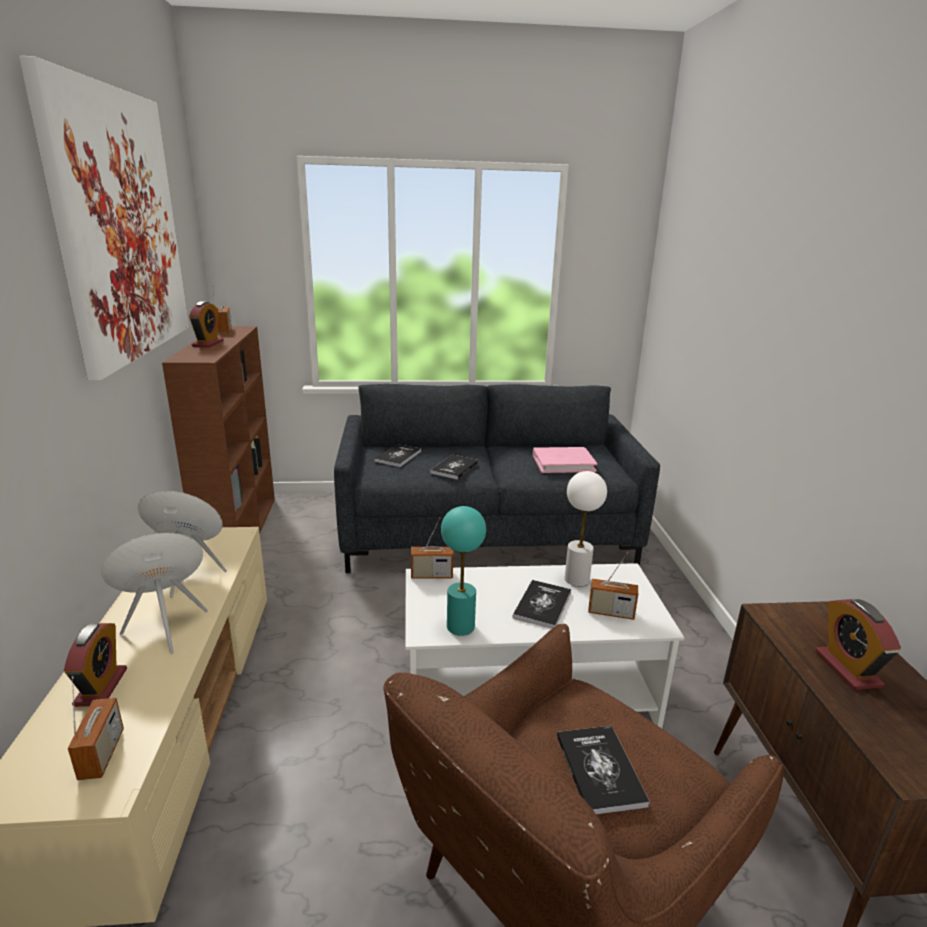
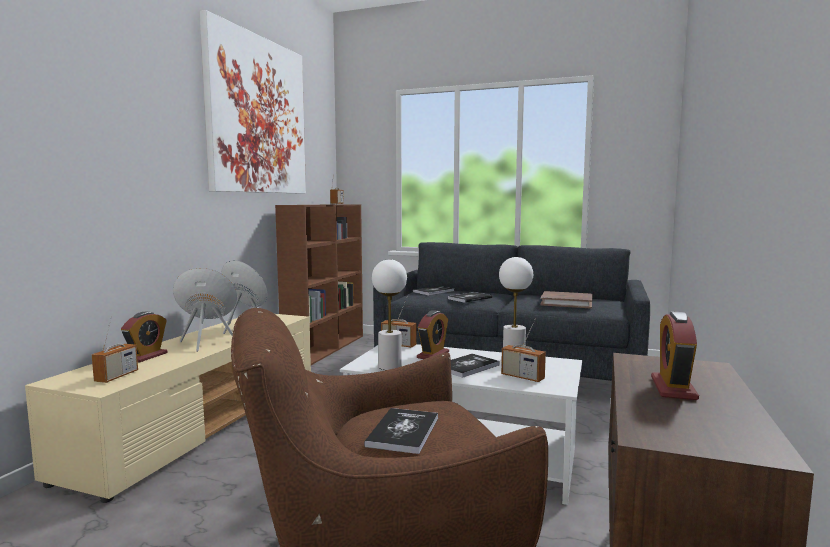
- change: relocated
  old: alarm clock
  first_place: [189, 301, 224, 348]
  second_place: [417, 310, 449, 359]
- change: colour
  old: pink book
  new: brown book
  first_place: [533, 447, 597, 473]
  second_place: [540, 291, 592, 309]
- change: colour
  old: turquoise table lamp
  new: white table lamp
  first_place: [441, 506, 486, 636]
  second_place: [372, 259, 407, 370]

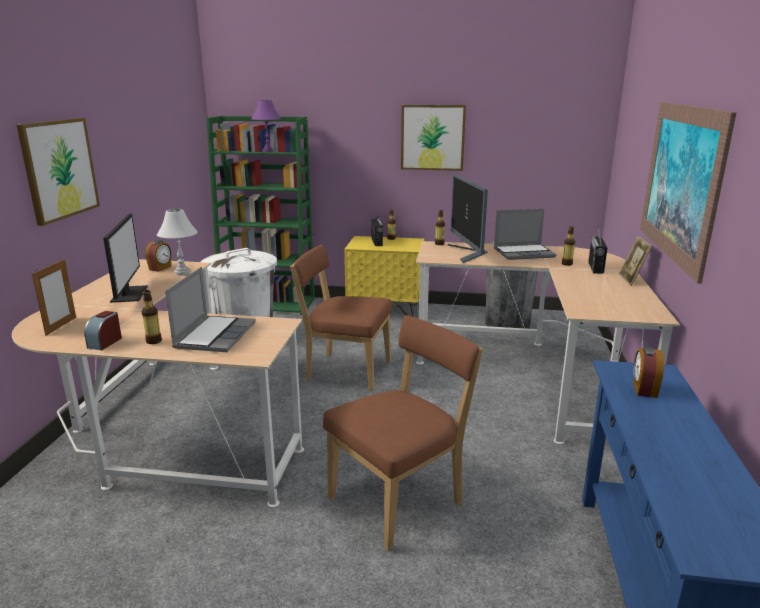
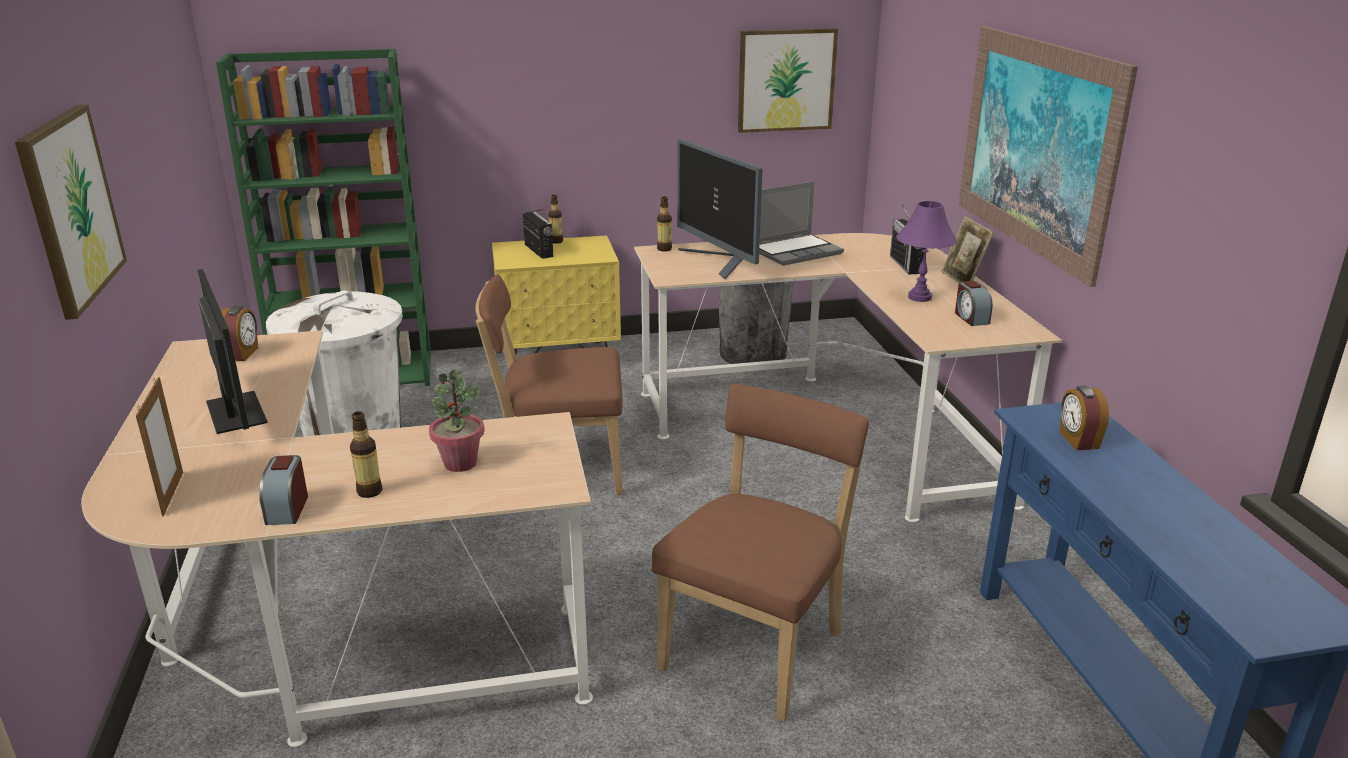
- change: relocated
  old: purple table lamp
  first_place: [251, 100, 281, 152]
  second_place: [896, 201, 957, 302]
- change: relocated
  old: picture
  first_place: [401, 105, 466, 171]
  second_place: [738, 28, 838, 133]
- change: missing
  old: white table lamp
  first_place: [157, 209, 198, 276]
- change: missing
  old: bottle
  first_place: [562, 226, 575, 266]
- change: exchanged
  old: laptop
  new: potted plant
  first_place: [165, 267, 256, 352]
  second_place: [429, 369, 485, 472]
- change: appeared
  new: alarm clock
  second_place: [955, 281, 993, 326]

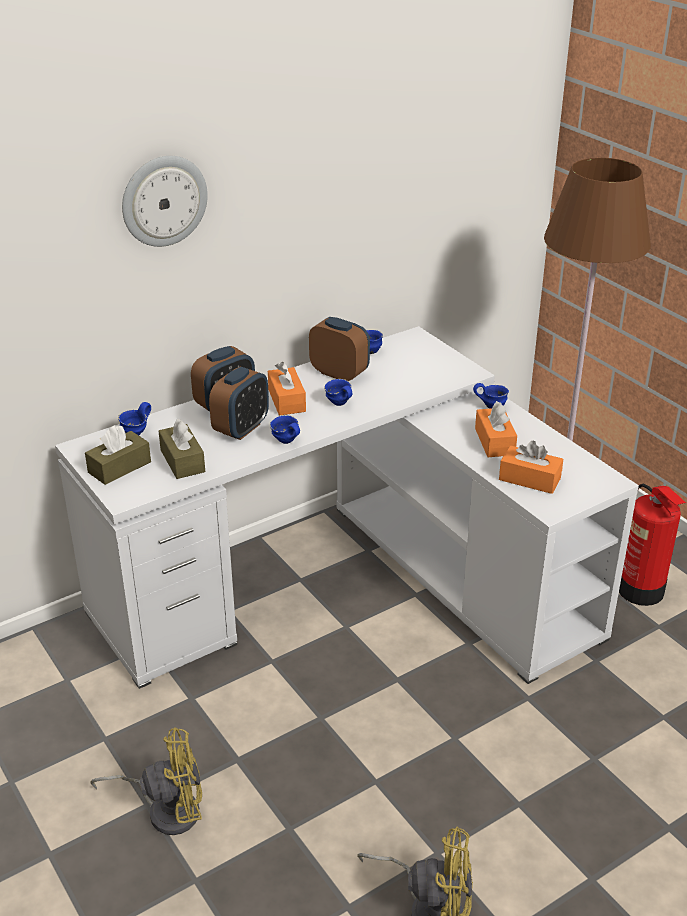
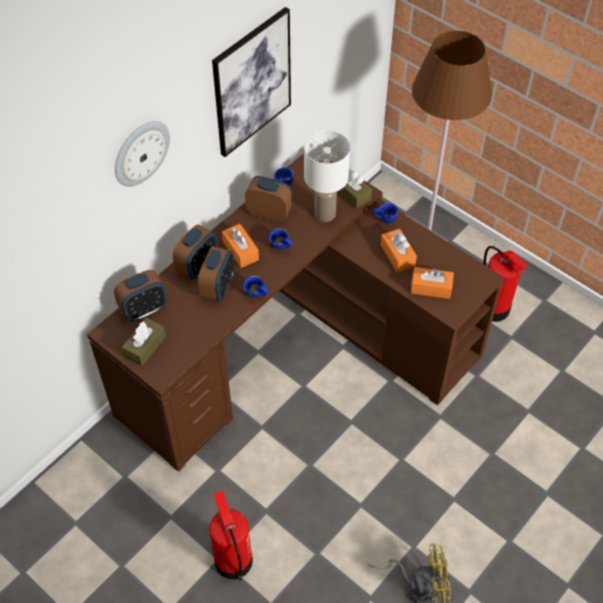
- change: colour
  old: white desk
  new: brown desk
  first_place: [55, 326, 639, 689]
  second_place: [87, 153, 504, 472]
- change: exchanged
  old: blue mug
  new: alarm clock
  first_place: [118, 402, 151, 435]
  second_place: [114, 270, 167, 321]
- change: relocated
  old: brown tissue box
  first_place: [159, 419, 205, 479]
  second_place: [337, 169, 372, 209]
- change: exchanged
  old: yellow fan
  new: fire extinguisher
  first_place: [90, 727, 202, 835]
  second_place: [209, 490, 253, 581]
- change: appeared
  new: picture
  second_place: [212, 7, 291, 157]
- change: appeared
  new: white table lamp
  second_place: [304, 130, 350, 222]

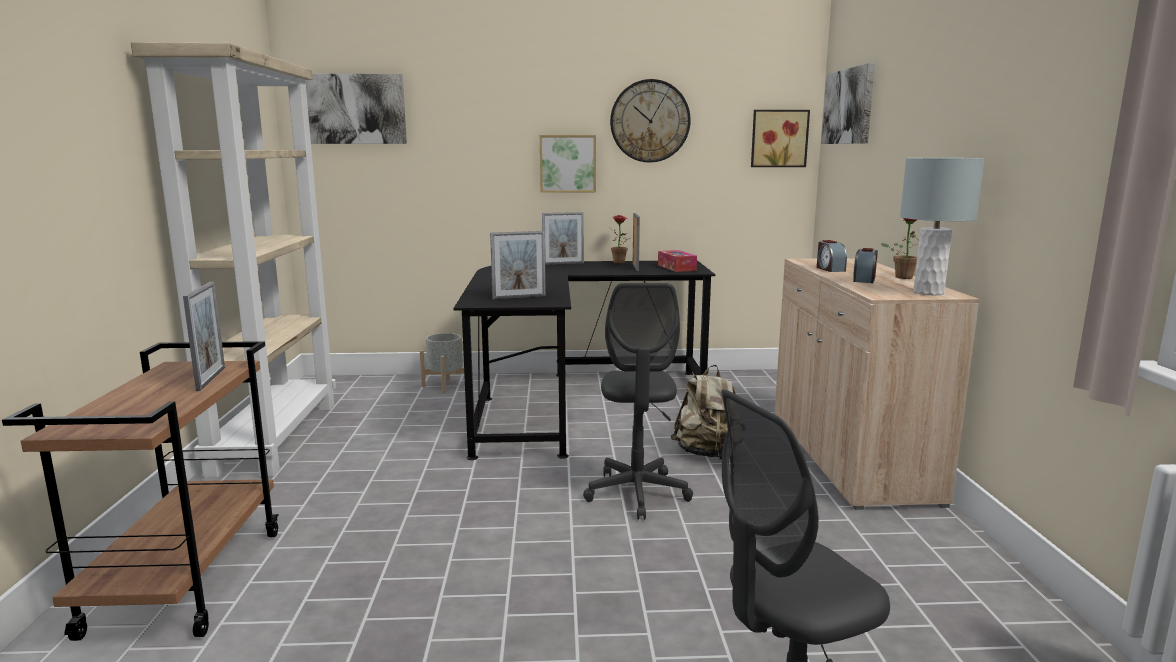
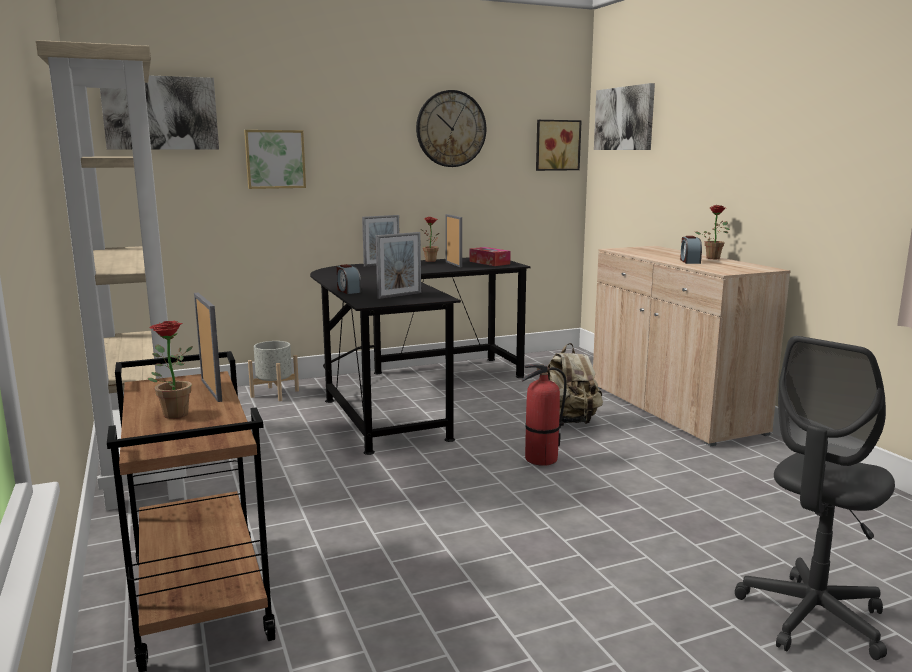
- change: relocated
  old: picture
  first_place: [540, 135, 596, 193]
  second_place: [244, 130, 306, 189]
- change: missing
  old: grey table lamp
  first_place: [900, 158, 985, 295]
- change: relocated
  old: alarm clock
  first_place: [817, 240, 847, 272]
  second_place: [337, 264, 361, 294]
- change: exchanged
  old: grey office chair
  new: fire extinguisher
  first_place: [583, 283, 693, 520]
  second_place: [522, 364, 567, 466]
- change: appeared
  new: potted plant
  second_place: [148, 321, 193, 419]

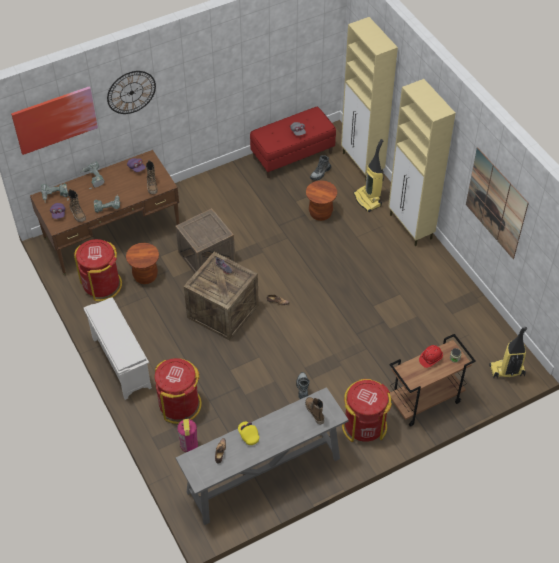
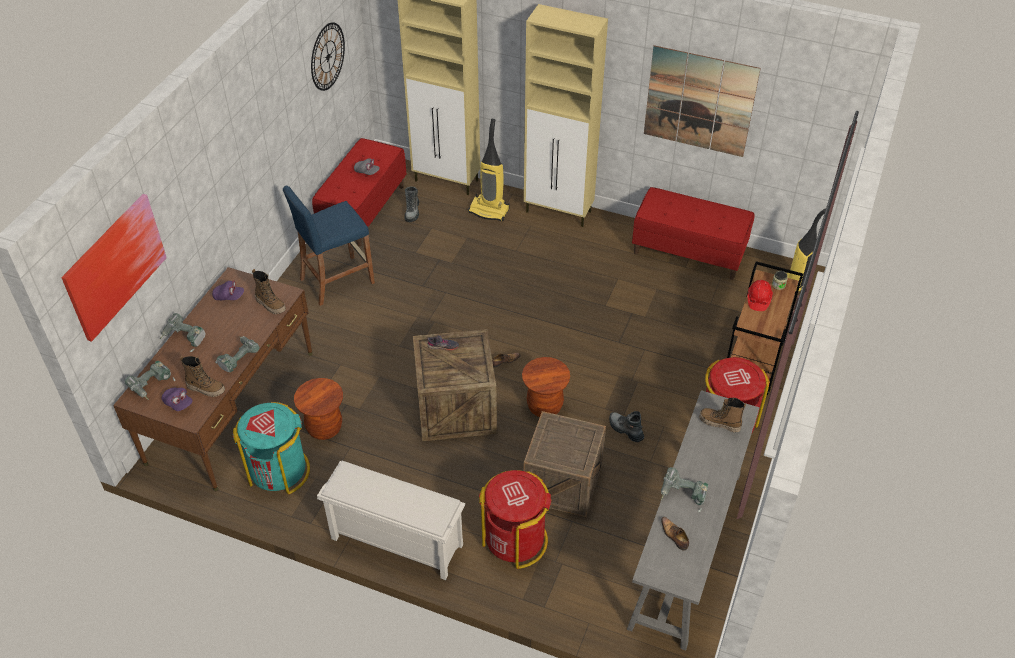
- change: relocated
  old: wall clock
  first_place: [107, 71, 156, 114]
  second_place: [311, 22, 345, 91]
- change: relocated
  old: brown stool
  first_place: [306, 180, 337, 221]
  second_place: [522, 357, 570, 417]
- change: relocated
  old: crate
  first_place: [175, 208, 235, 273]
  second_place: [523, 411, 606, 517]
- change: colour
  old: red trash can
  new: turquoise trash can
  first_place: [74, 239, 122, 301]
  second_place: [233, 402, 310, 494]
- change: missing
  old: fire extinguisher
  first_place: [177, 417, 198, 452]
- change: exchanged
  old: yellow cap
  new: power drill
  first_place: [238, 422, 259, 445]
  second_place: [661, 467, 708, 512]
- change: appeared
  new: blue stool
  second_place: [283, 186, 375, 306]
- change: appeared
  new: red bench
  second_place: [632, 187, 754, 280]

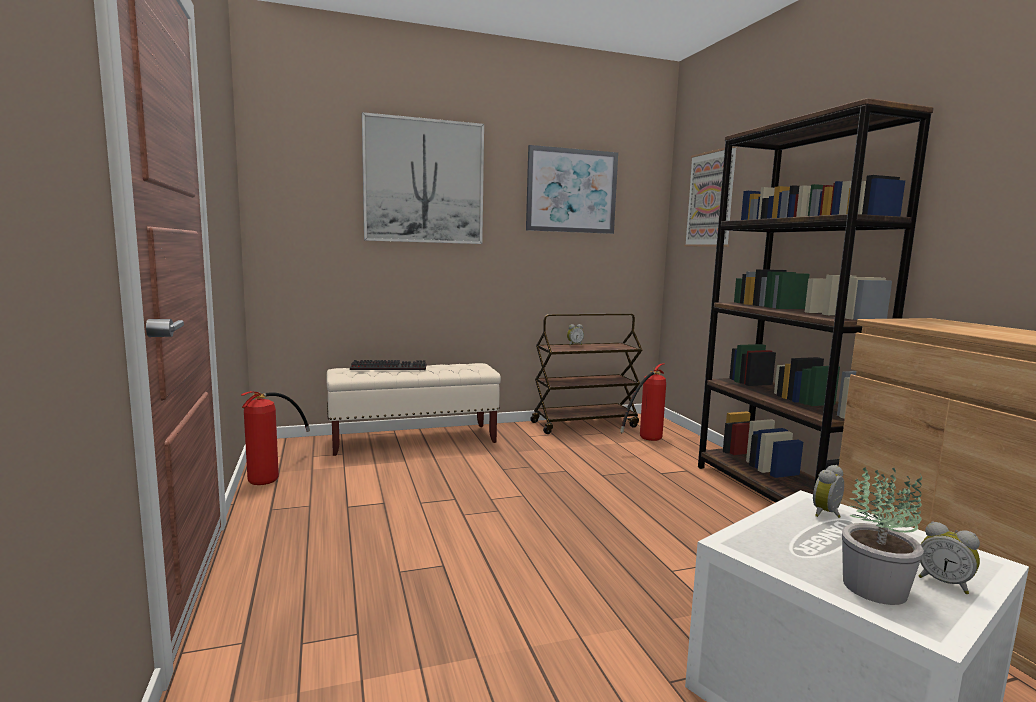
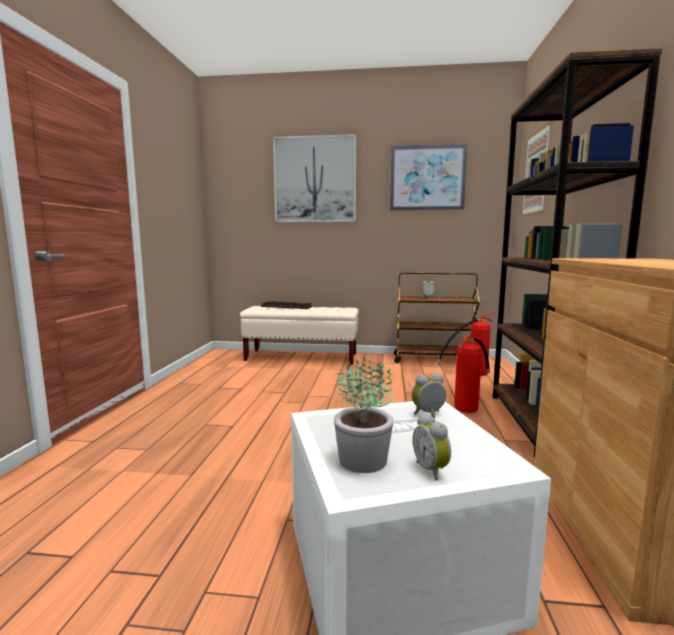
- change: relocated
  old: fire extinguisher
  first_place: [241, 391, 310, 485]
  second_place: [454, 336, 490, 413]

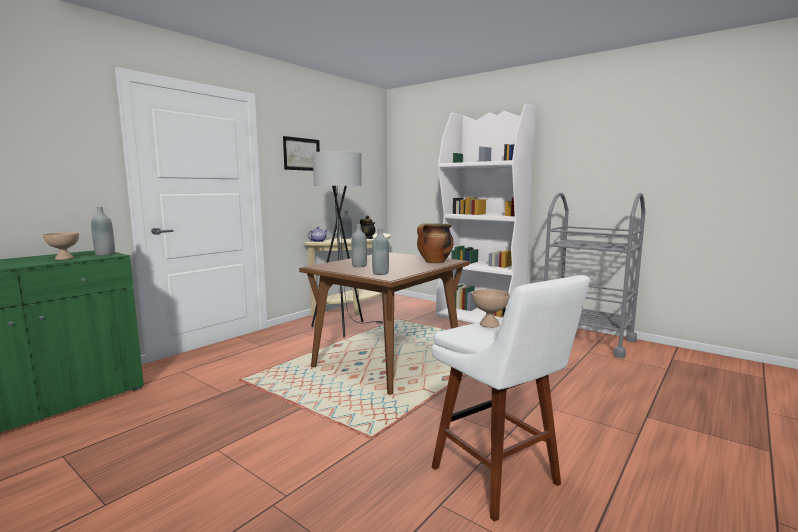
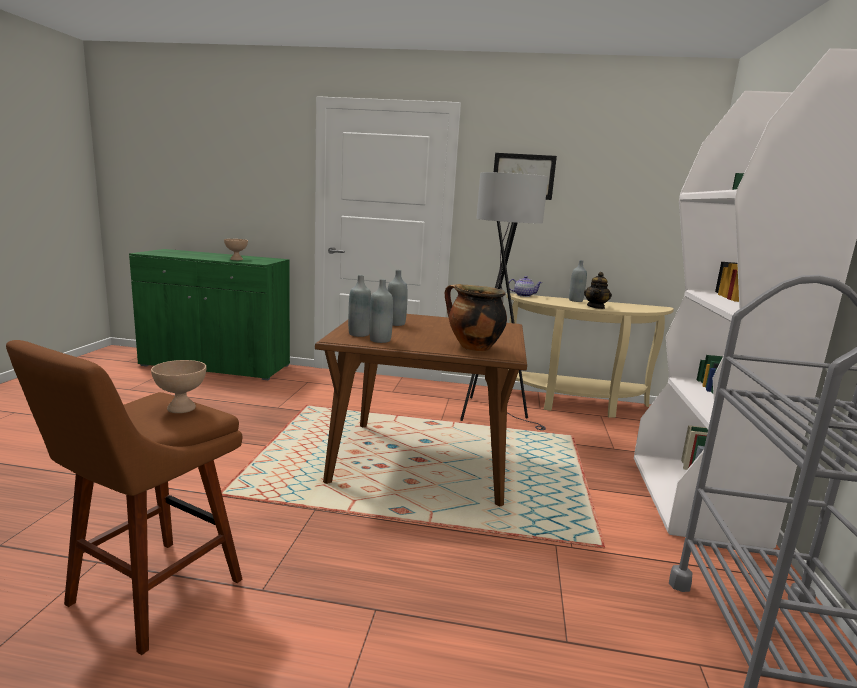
- change: relocated
  old: grey bottle
  first_place: [91, 207, 115, 256]
  second_place: [369, 279, 393, 343]
- change: colour
  old: white stool
  new: brown stool
  first_place: [431, 275, 590, 522]
  second_place: [6, 340, 242, 655]

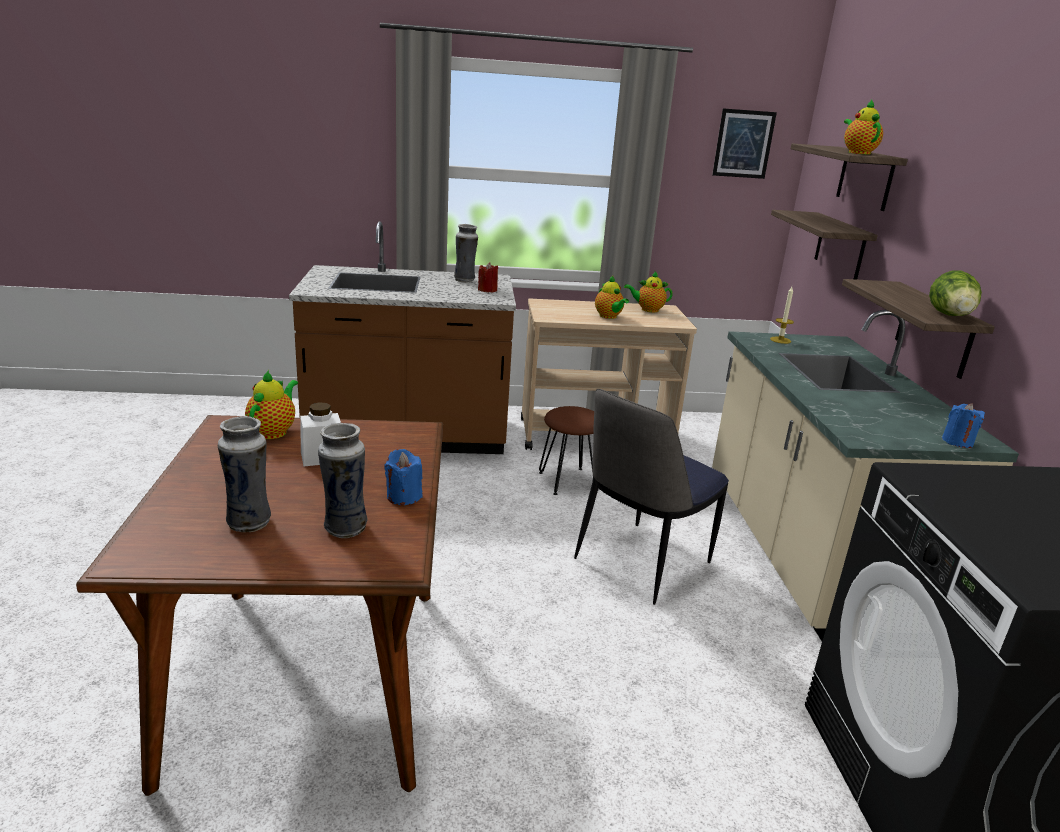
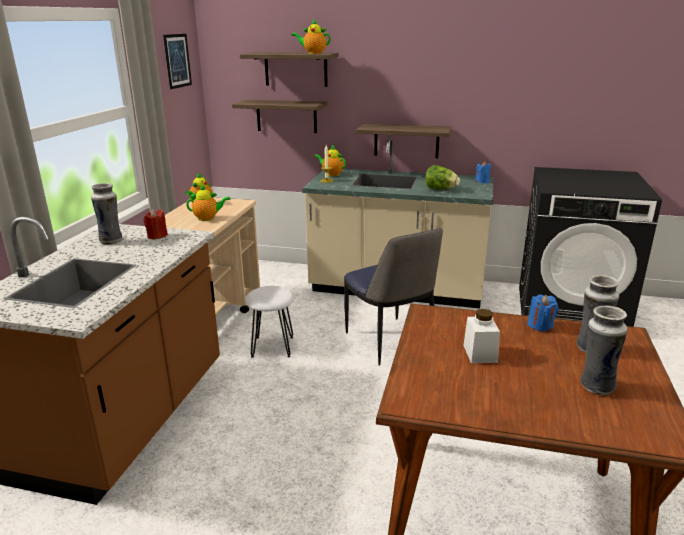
- change: relocated
  old: lettuce
  first_place: [929, 271, 982, 316]
  second_place: [425, 165, 460, 190]
- change: relocated
  old: teapot
  first_place: [245, 370, 298, 439]
  second_place: [314, 145, 346, 176]
- change: colour
  old: brown stool
  new: white stool
  first_place: [539, 406, 599, 495]
  second_place: [245, 286, 294, 358]

